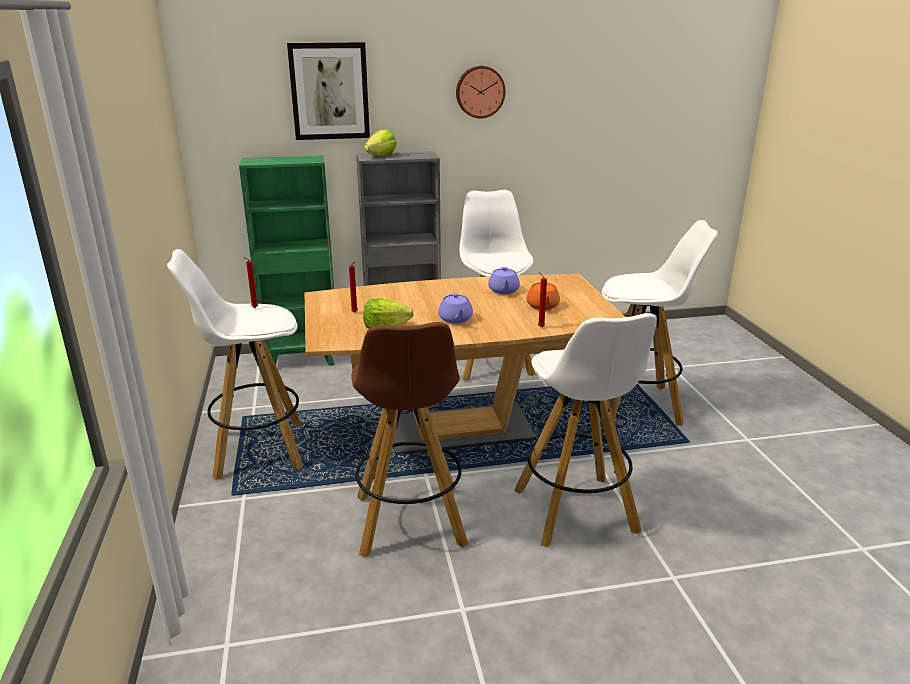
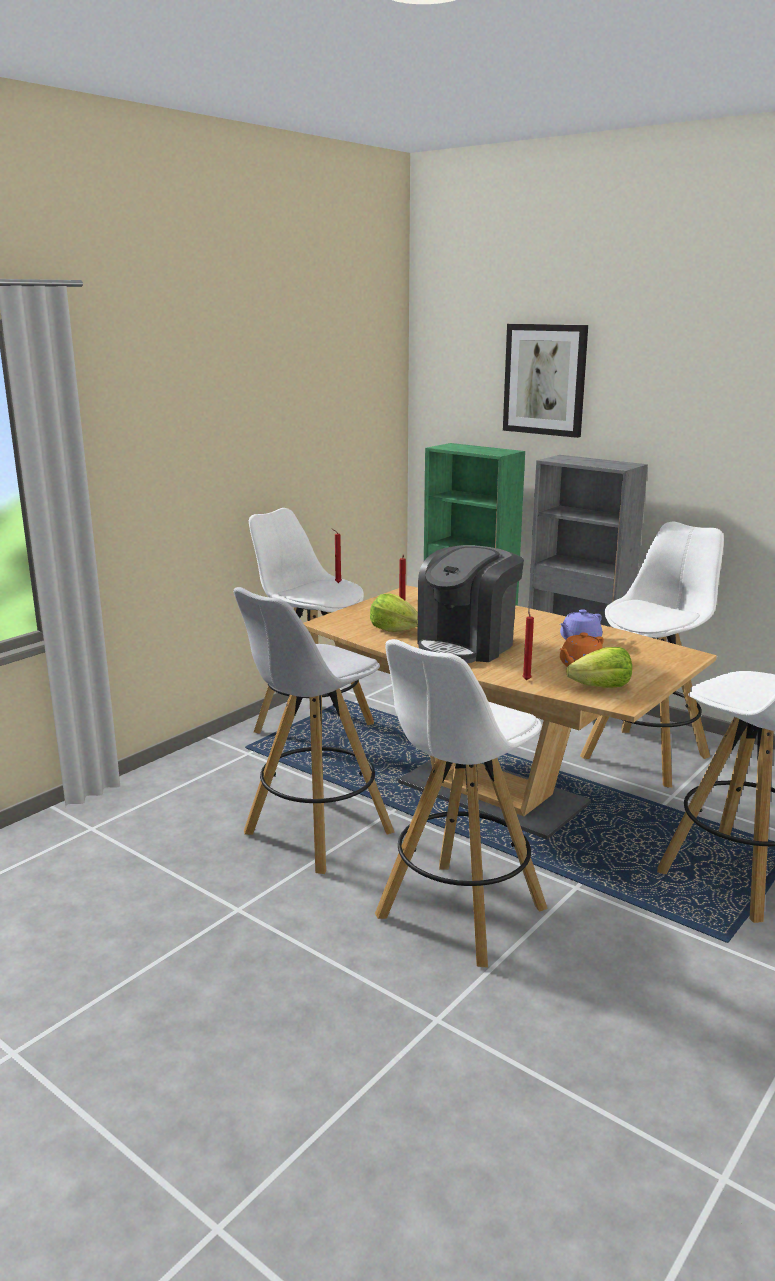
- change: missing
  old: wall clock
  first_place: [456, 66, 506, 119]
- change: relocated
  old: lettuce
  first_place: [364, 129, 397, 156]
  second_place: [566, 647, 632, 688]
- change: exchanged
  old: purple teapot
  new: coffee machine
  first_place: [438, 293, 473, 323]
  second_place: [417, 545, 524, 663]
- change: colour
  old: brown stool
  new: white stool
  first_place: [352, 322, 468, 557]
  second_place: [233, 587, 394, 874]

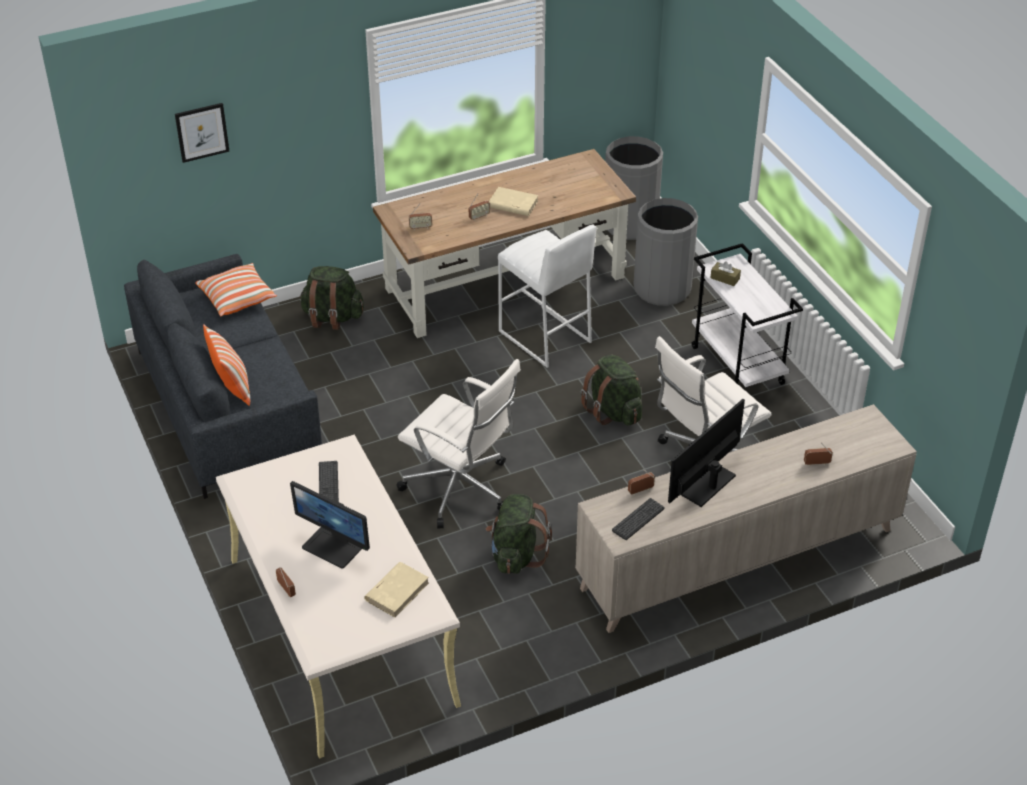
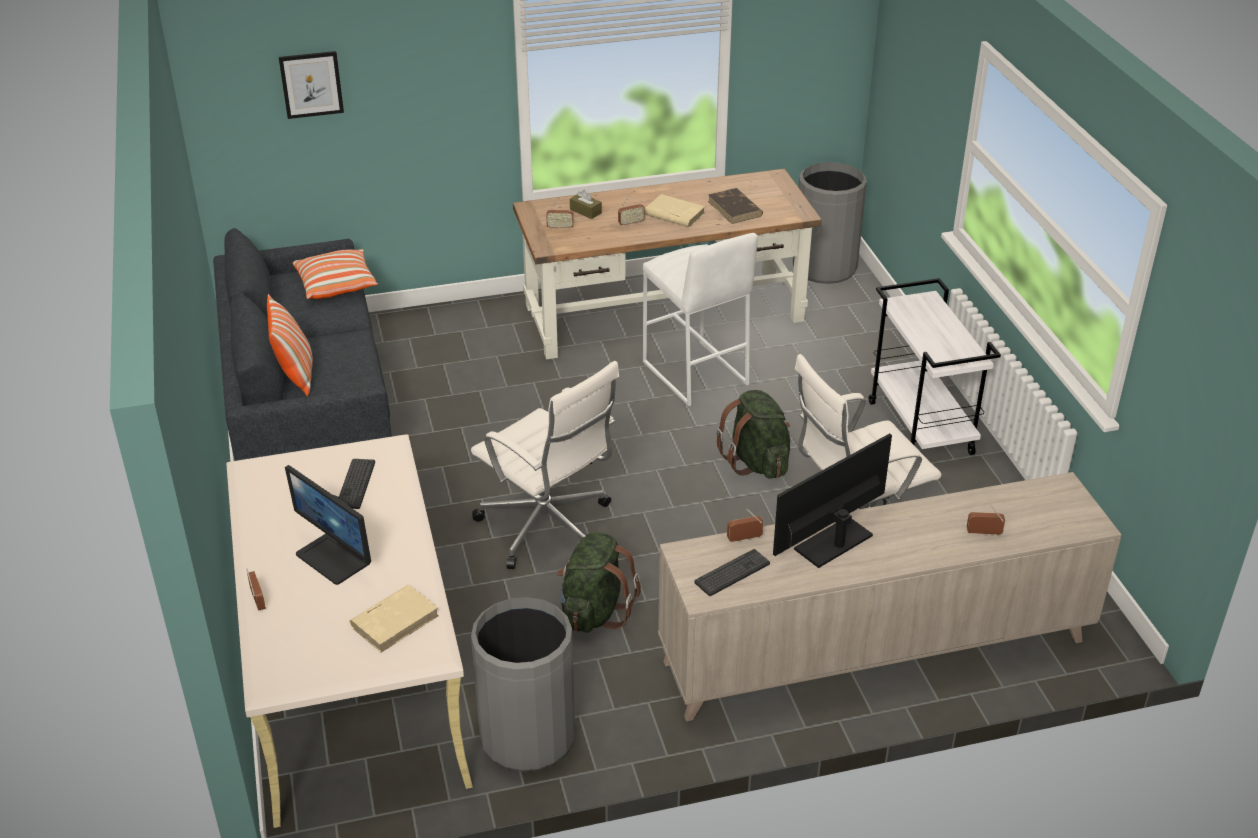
- change: relocated
  old: grey trash can
  first_place: [633, 198, 698, 306]
  second_place: [471, 597, 575, 772]
- change: relocated
  old: brown tissue box
  first_place: [710, 261, 741, 286]
  second_place: [570, 190, 602, 219]
- change: missing
  old: green backpack
  first_place: [300, 266, 364, 330]
- change: appeared
  new: brown book
  second_place: [708, 188, 763, 224]

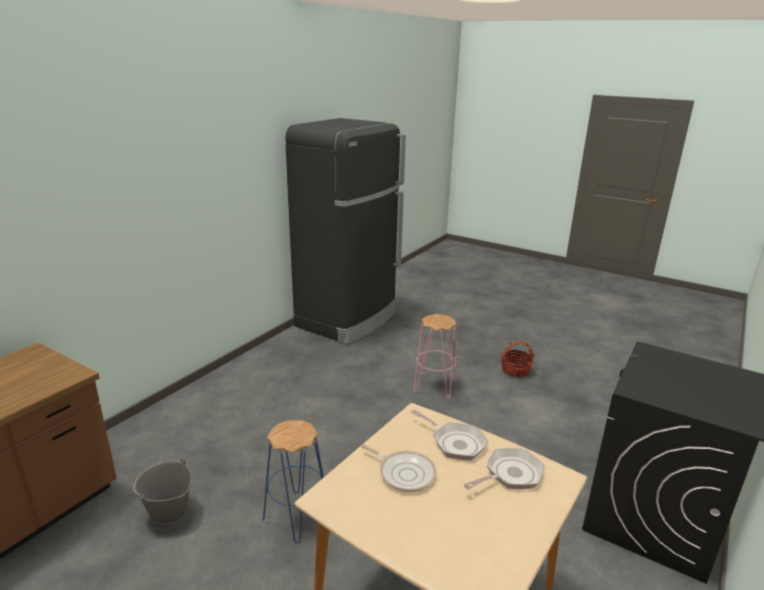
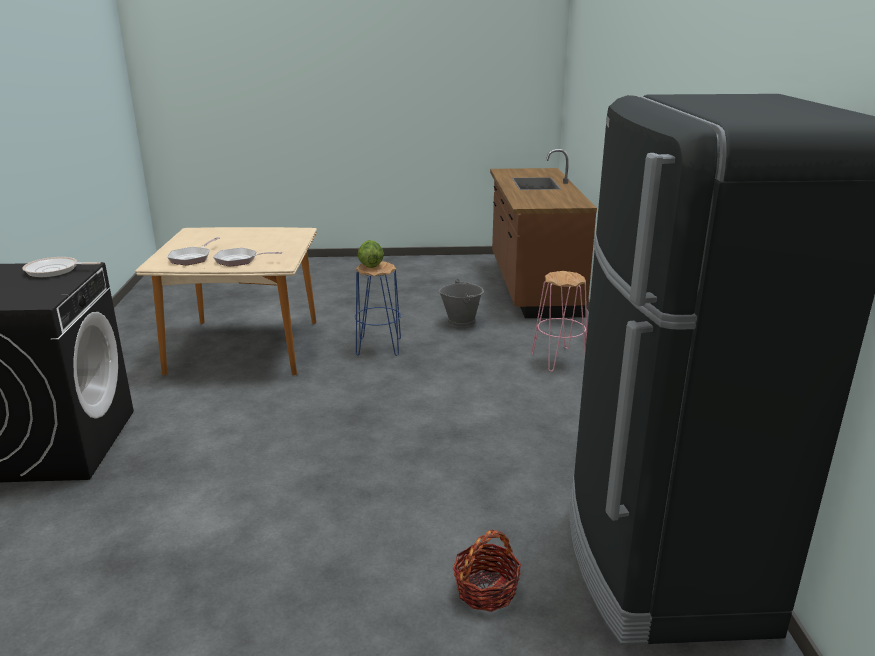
- change: relocated
  old: pink stool
  first_place: [414, 314, 456, 398]
  second_place: [531, 271, 587, 372]
- change: relocated
  old: basket
  first_place: [501, 341, 534, 378]
  second_place: [453, 530, 521, 612]
- change: relocated
  old: frying pan
  first_place: [361, 444, 437, 492]
  second_place: [22, 257, 101, 277]
- change: appeared
  new: lettuce
  second_place: [358, 240, 384, 268]

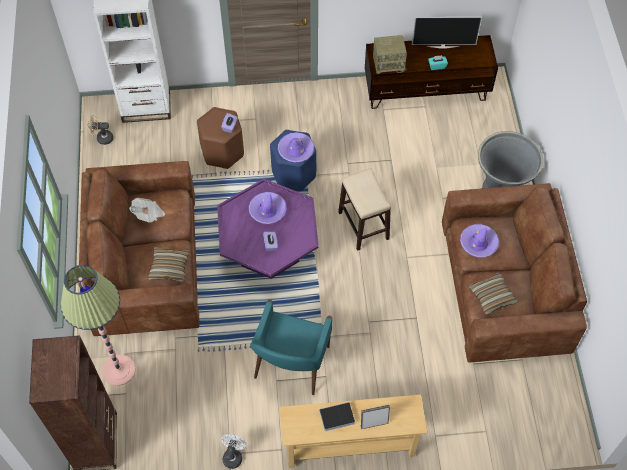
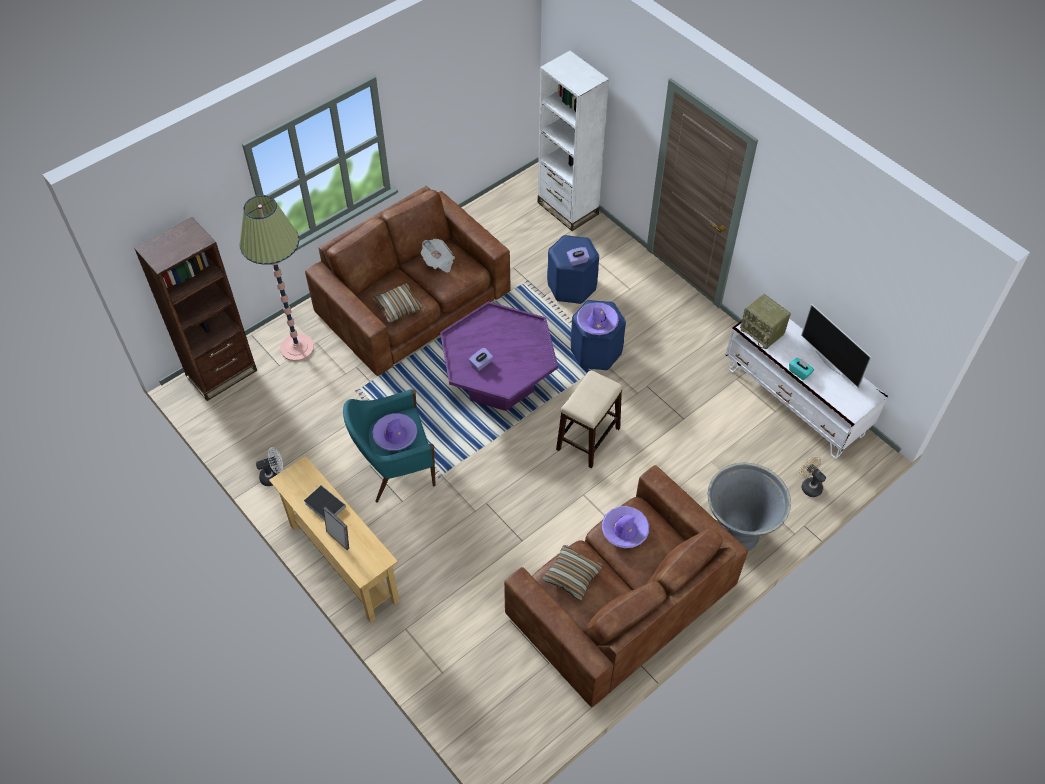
- change: colour
  old: brown tv stand
  new: white tv stand
  first_place: [365, 35, 498, 109]
  second_place: [726, 319, 888, 459]
- change: colour
  old: brown stool
  new: blue stool
  first_place: [197, 107, 244, 169]
  second_place: [547, 235, 599, 304]
- change: relocated
  old: beige fan
  first_place: [88, 115, 113, 145]
  second_place: [799, 456, 826, 497]
- change: relocated
  old: purple hat
  first_place: [249, 192, 287, 224]
  second_place: [372, 413, 417, 451]

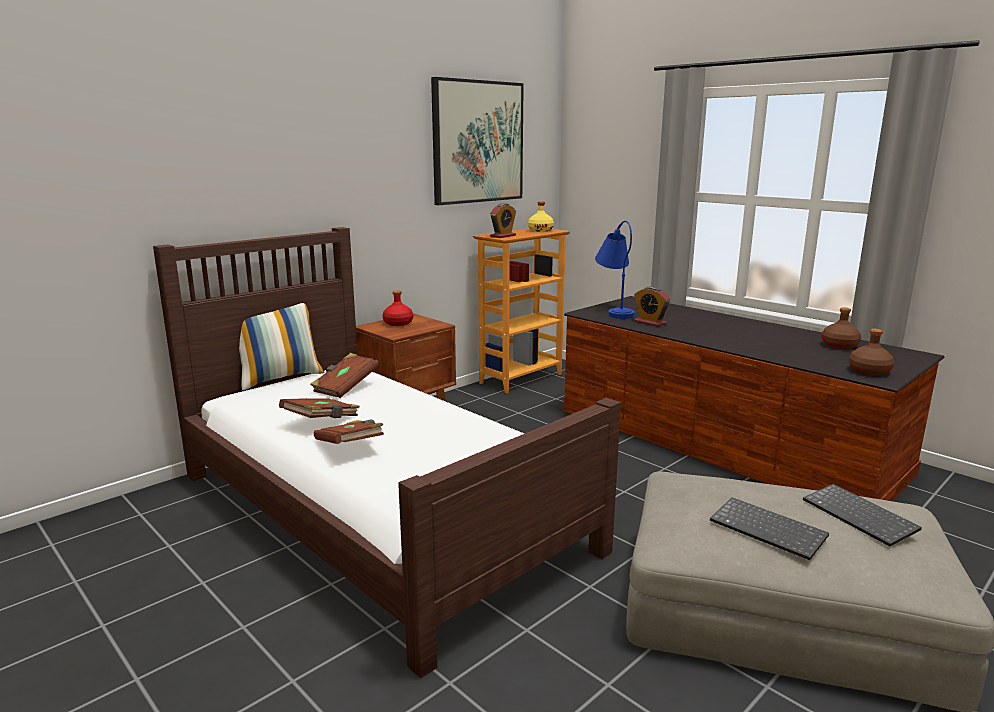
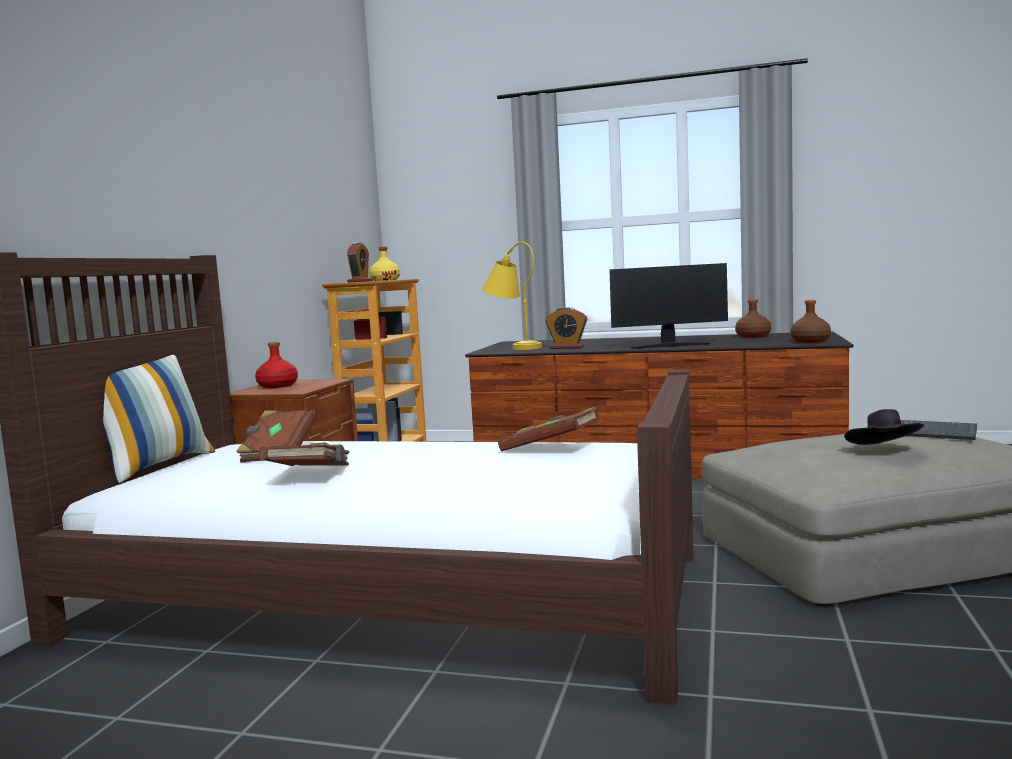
- change: missing
  old: picture
  first_place: [431, 77, 524, 205]
- change: colour
  old: blue table lamp
  new: yellow table lamp
  first_place: [595, 221, 635, 319]
  second_place: [482, 242, 542, 350]
- change: relocated
  old: brown book
  first_place: [314, 420, 384, 444]
  second_place: [498, 407, 599, 451]
- change: exchanged
  old: keyboard
  new: black hat
  first_place: [710, 497, 829, 560]
  second_place: [844, 409, 924, 445]
- change: appeared
  new: monitor
  second_place: [609, 263, 728, 349]

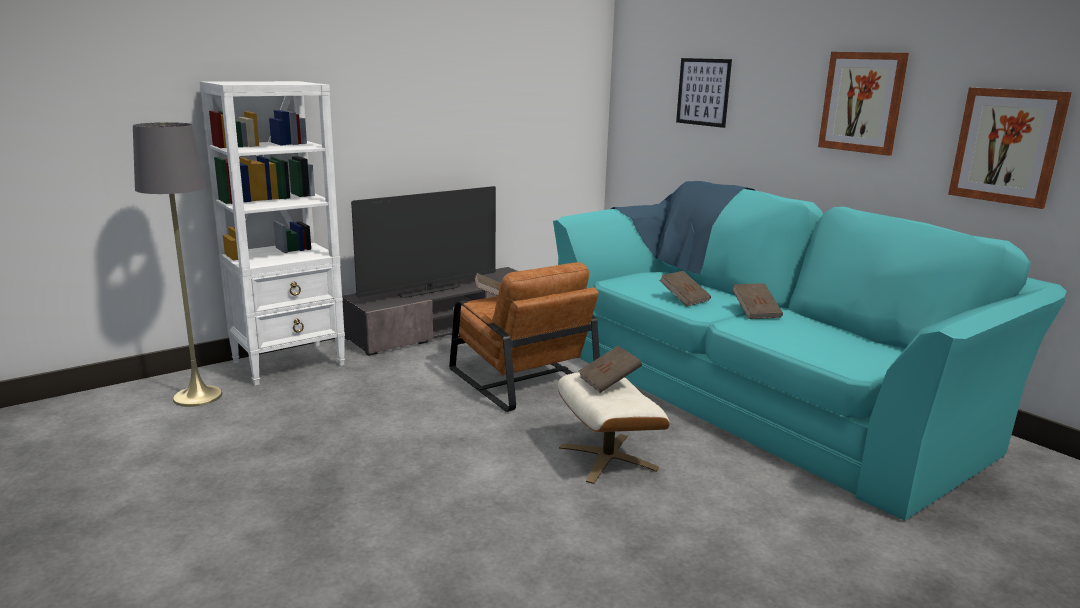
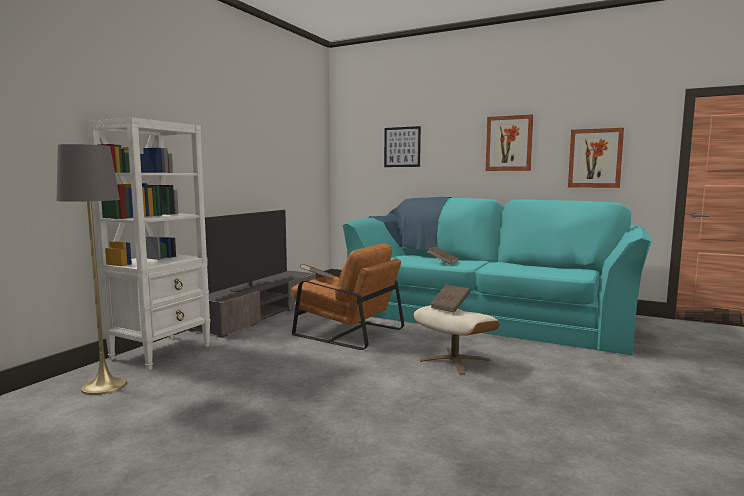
- change: missing
  old: brown book
  first_place: [732, 283, 783, 319]

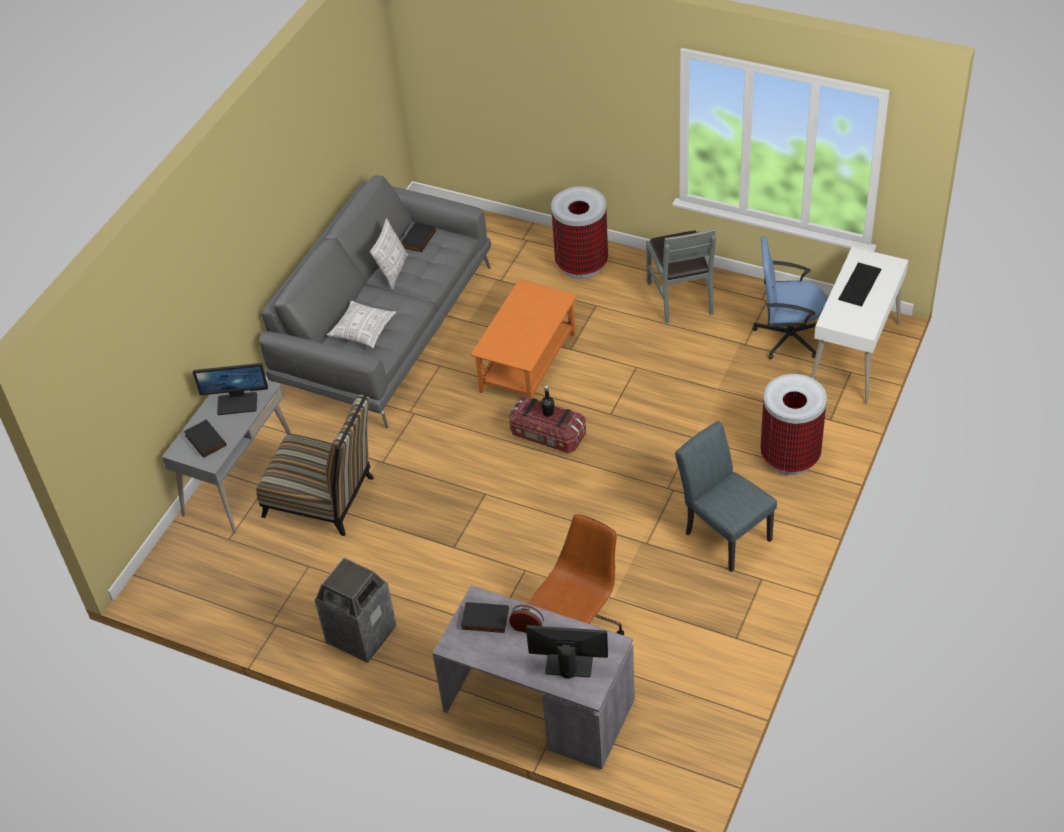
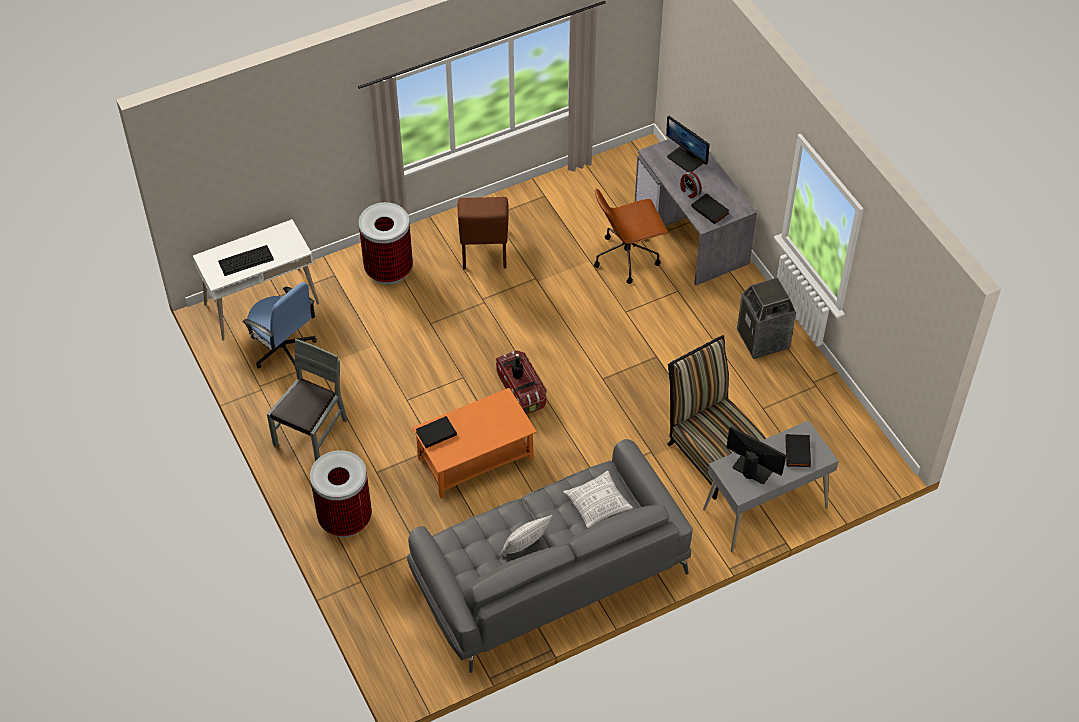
- change: relocated
  old: black book
  first_place: [401, 222, 436, 252]
  second_place: [416, 416, 457, 448]
- change: colour
  old: grey chair
  new: brown chair
  first_place: [675, 421, 777, 572]
  second_place: [457, 197, 509, 270]

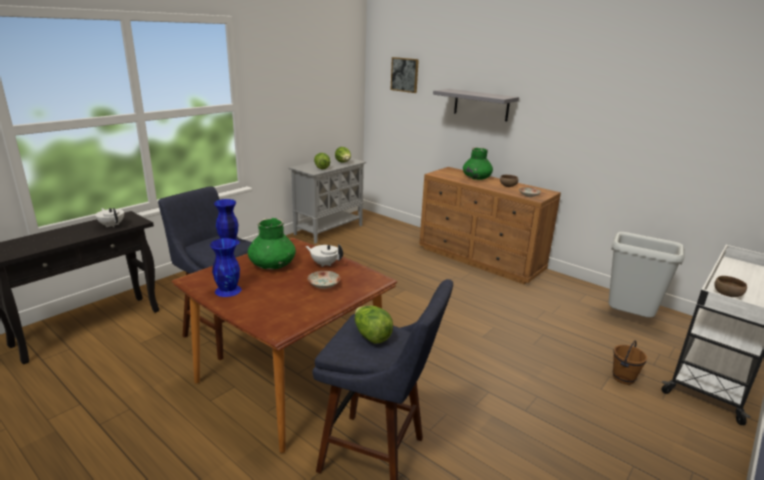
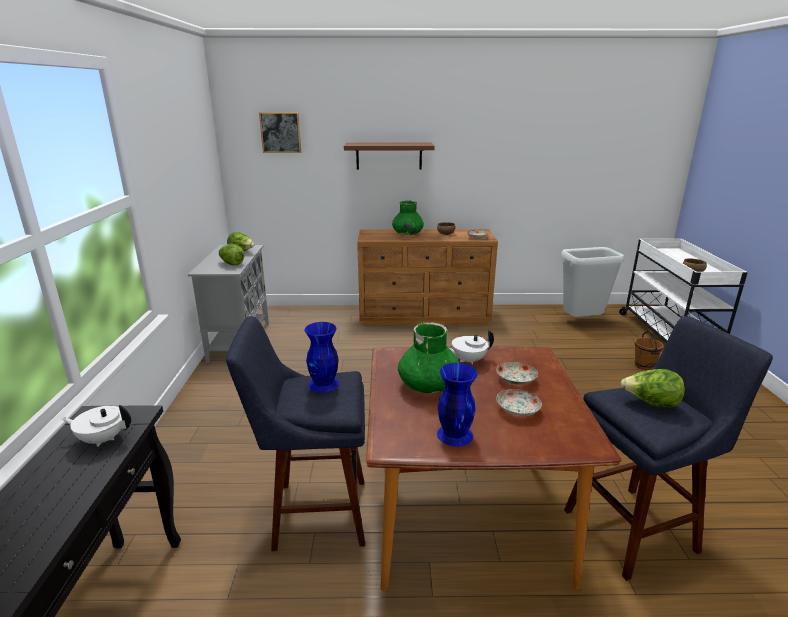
- change: colour
  old: grey shelf
  new: brown shelf
  first_place: [433, 89, 519, 121]
  second_place: [344, 143, 435, 170]
- change: appeared
  new: plate
  second_place: [497, 389, 542, 417]

